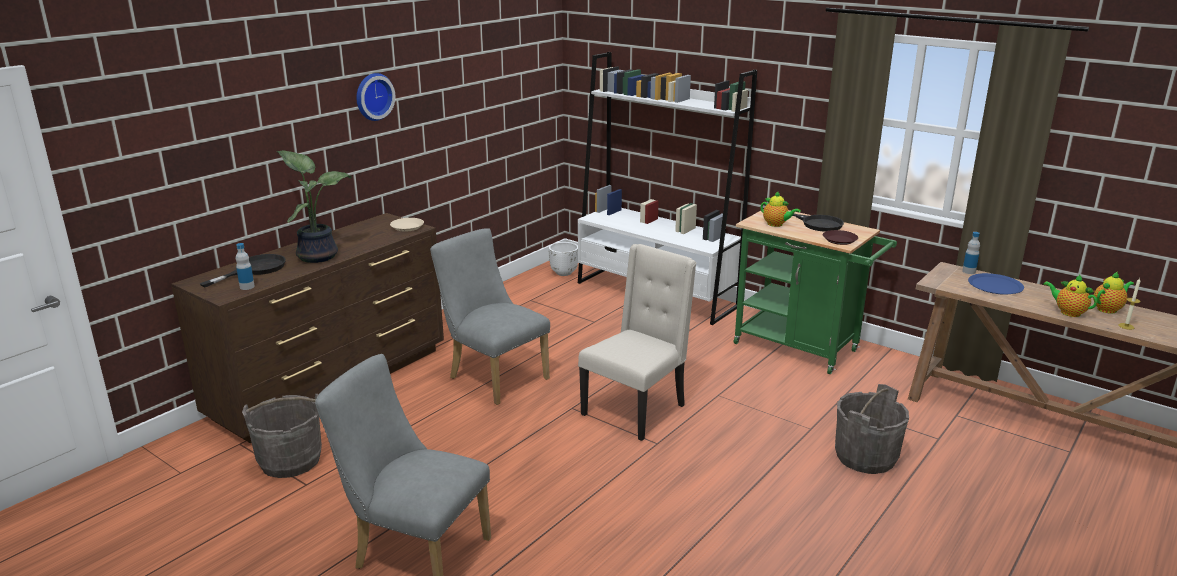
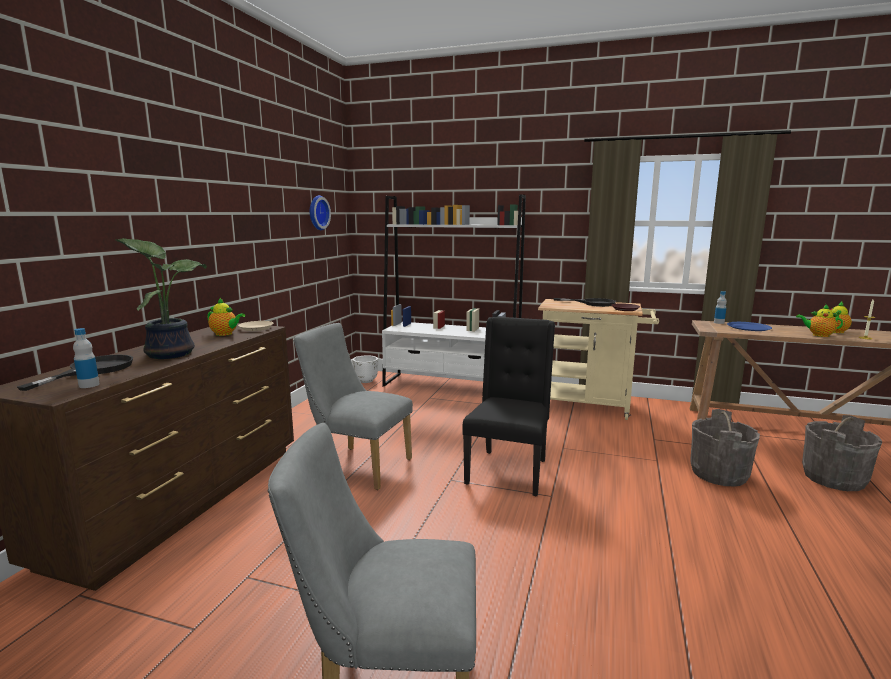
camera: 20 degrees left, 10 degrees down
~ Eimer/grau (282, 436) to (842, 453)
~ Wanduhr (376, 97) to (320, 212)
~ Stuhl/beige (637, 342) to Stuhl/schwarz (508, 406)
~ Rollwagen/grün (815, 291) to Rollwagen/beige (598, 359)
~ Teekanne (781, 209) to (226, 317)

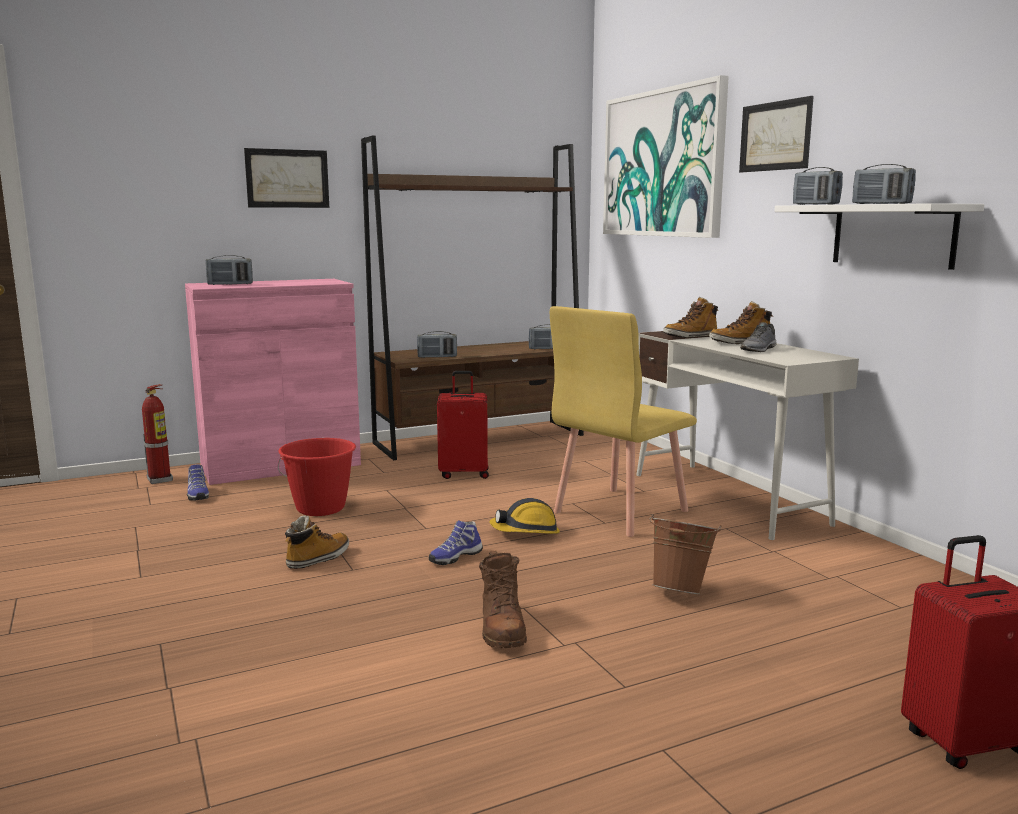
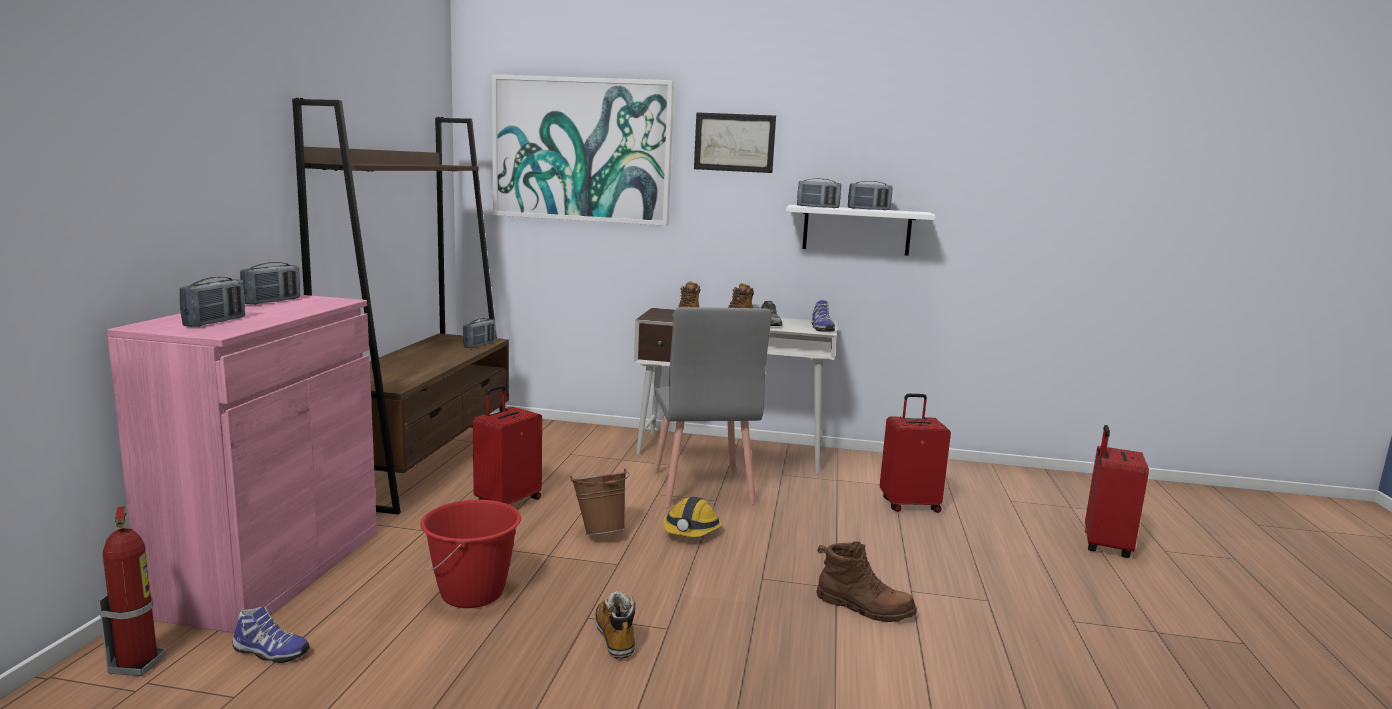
camera: 55 degrees left, 0 degrees up
- Bild (286, 178)
~ Radio (437, 344) to (270, 283)
~ Schuh (456, 542) to (823, 316)
~ Stuhl/gelb (623, 421) to Stuhl/grau (711, 407)
~ Eimer/braun (685, 554) to (600, 501)
+ Koffer/rot (915, 453)

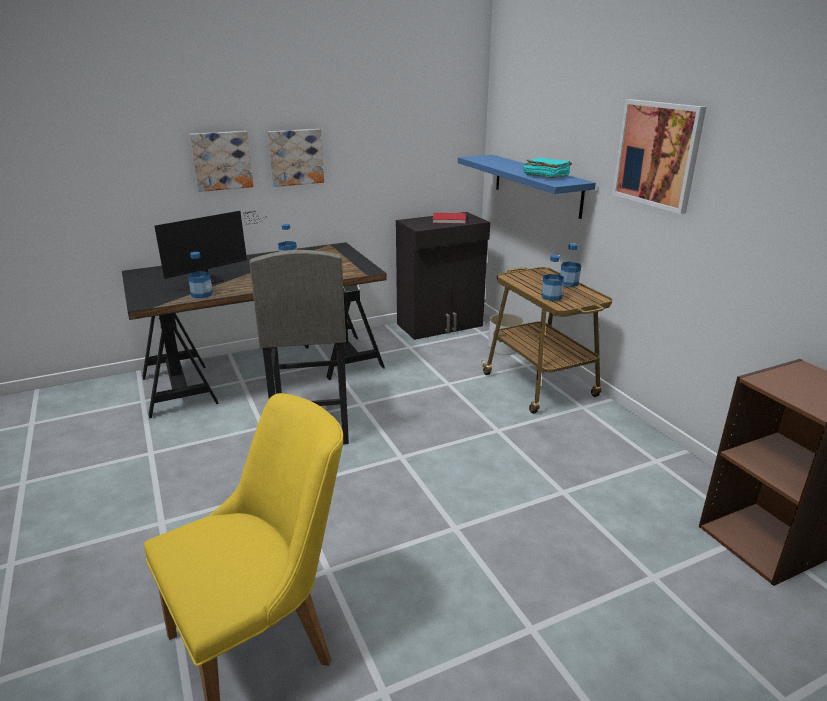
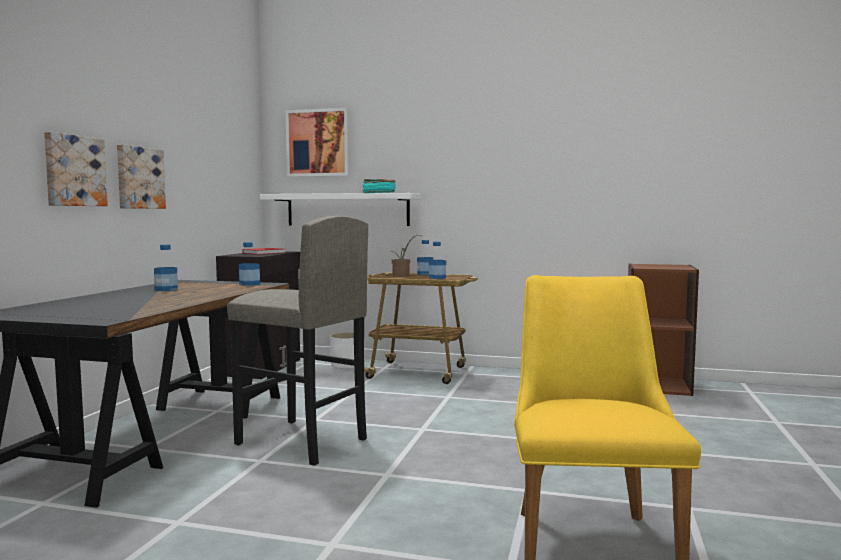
camera: 50 degrees left, 20 degrees down
- Monitor (211, 247)
~ Flasche (200, 275) to (249, 264)
~ Wandregal/blau (527, 187) to Wandregal/weiß (340, 209)
~ Bild (659, 156) to (317, 142)
+ Topfpflanze (406, 256)

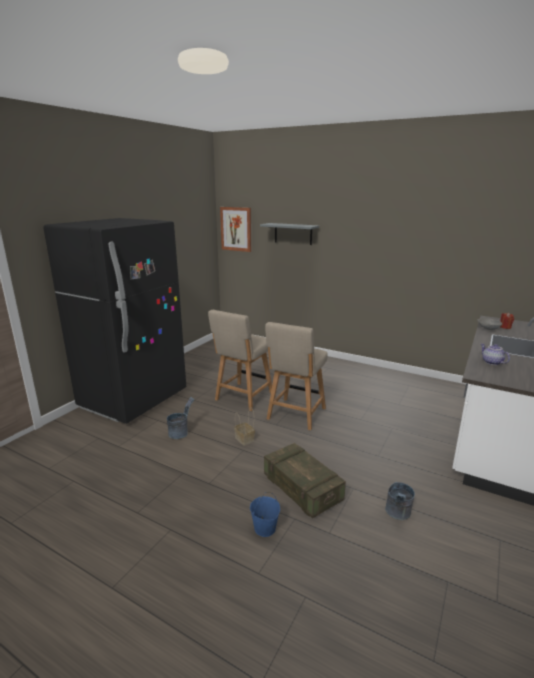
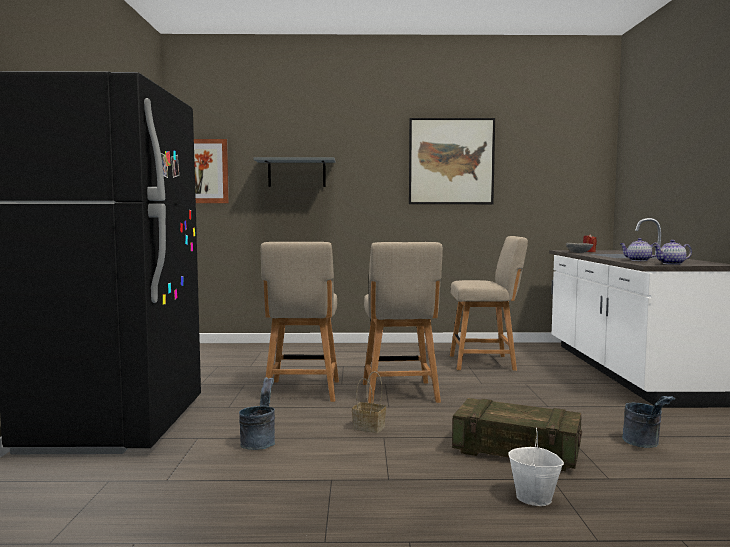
camera: 30 degrees left, 15 degrees down
~ Eimer/blau (265, 514) to Eimer/weiß (536, 467)
+ Bild (452, 161)
+ Stuhl/beige (489, 303)
+ Teekanne (672, 252)

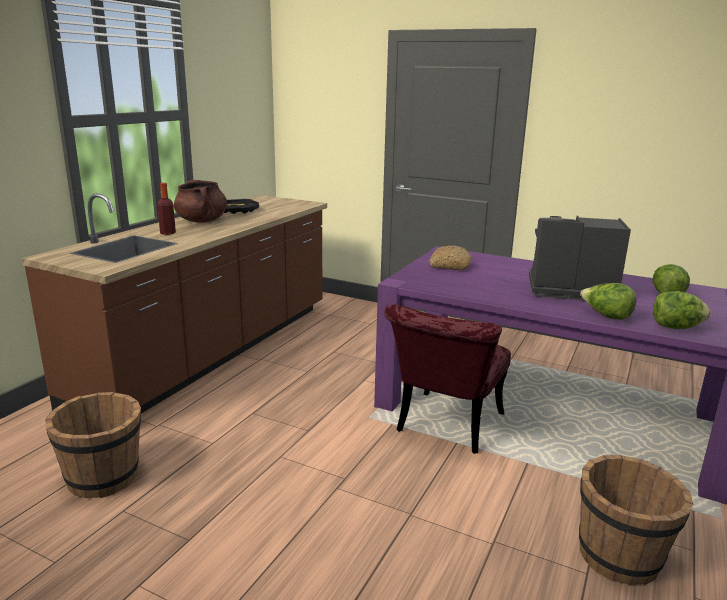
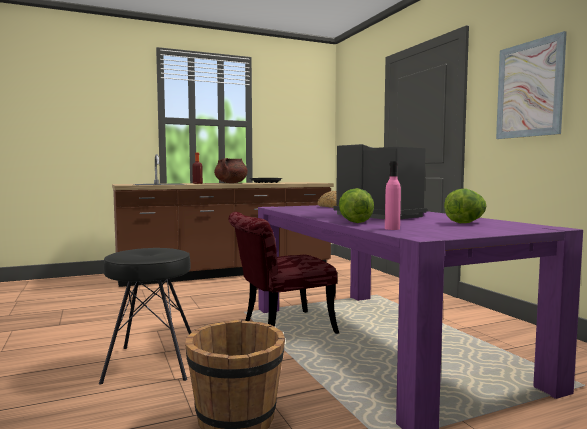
camera: 40 degrees right, 15 degrees down
- Eimer/braun (93, 445)
~ Salatkopf (682, 310) to Flasche/rosa (393, 195)
+ Hocker/schwarz (145, 316)
+ Bild (531, 85)

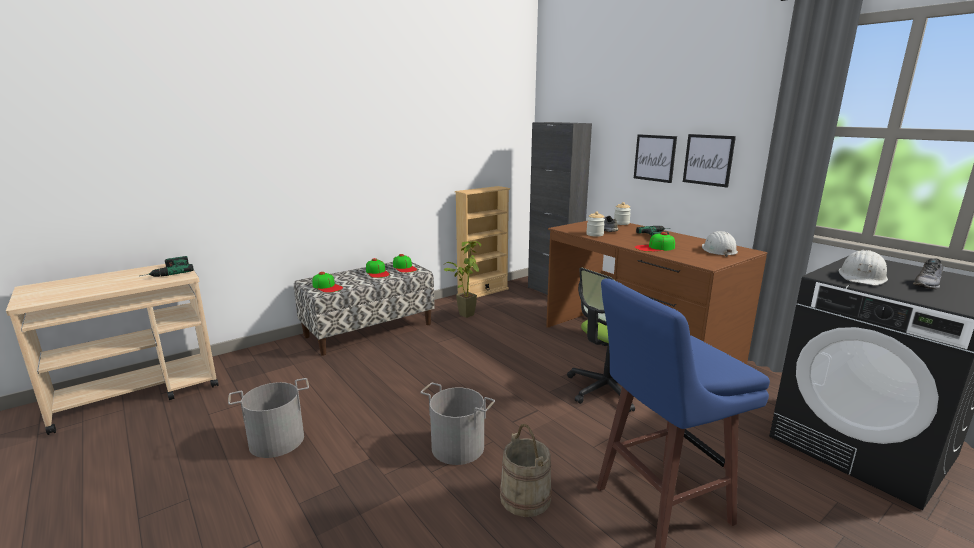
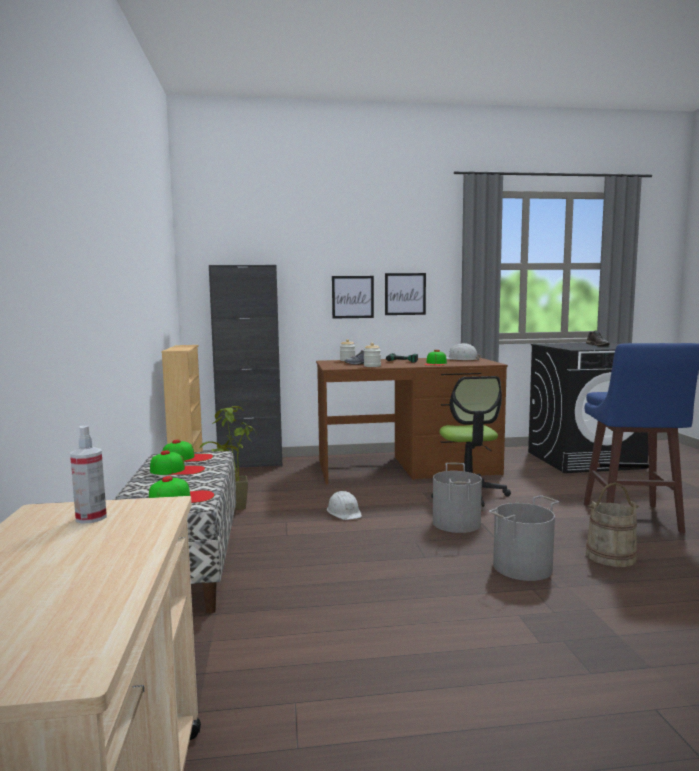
camera: 60 degrees left, 10 degrees down
~ Bohrmaschine (167, 266) to Sprühflasche (88, 475)
~ Eimer/grau (268, 418) to (457, 498)
~ Schutzhelm/weiß (863, 267) to (344, 505)

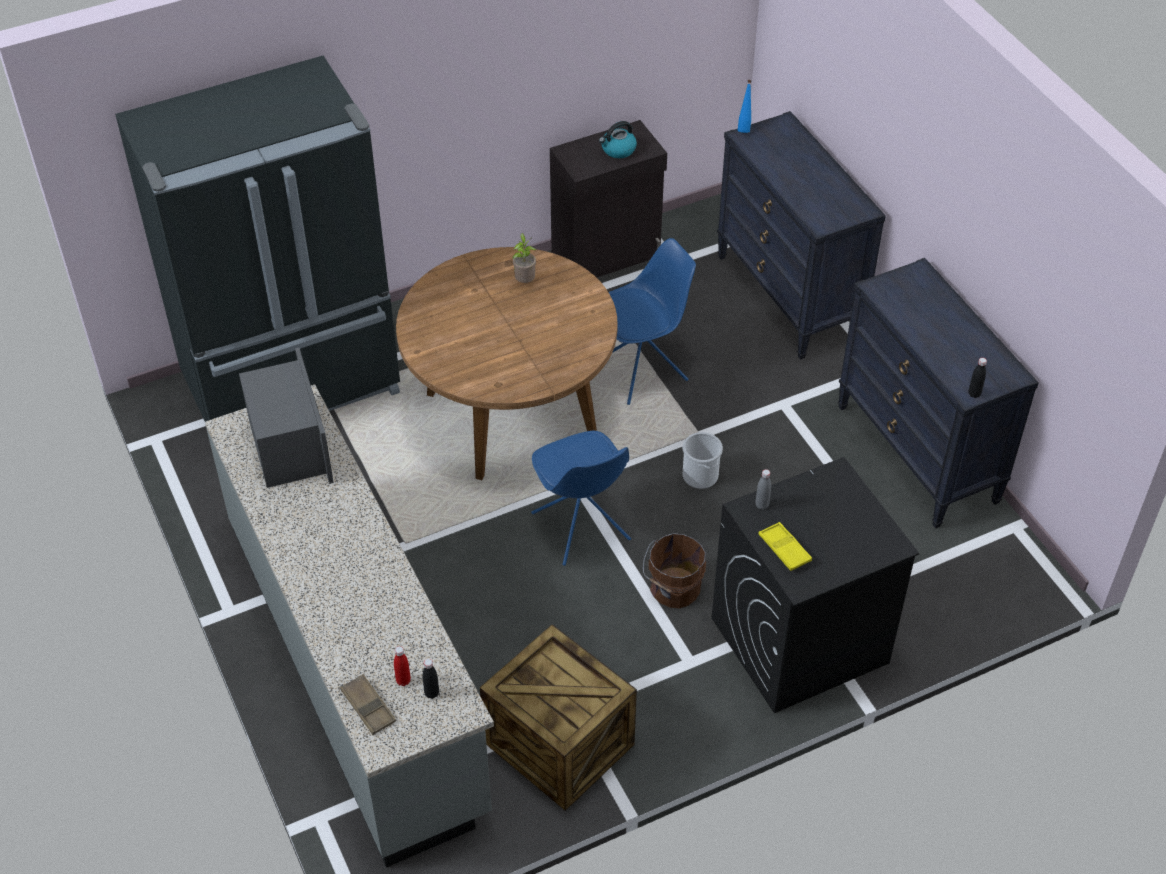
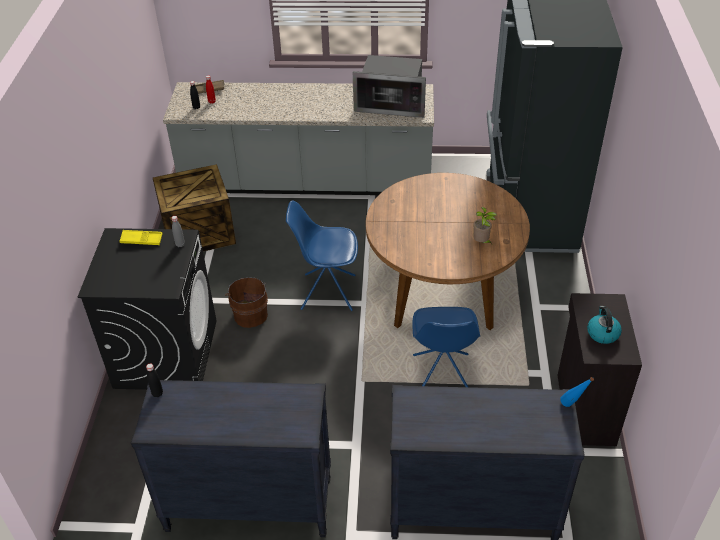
camera: 120 degrees right, 5 degrees down
- Eimer (703, 460)

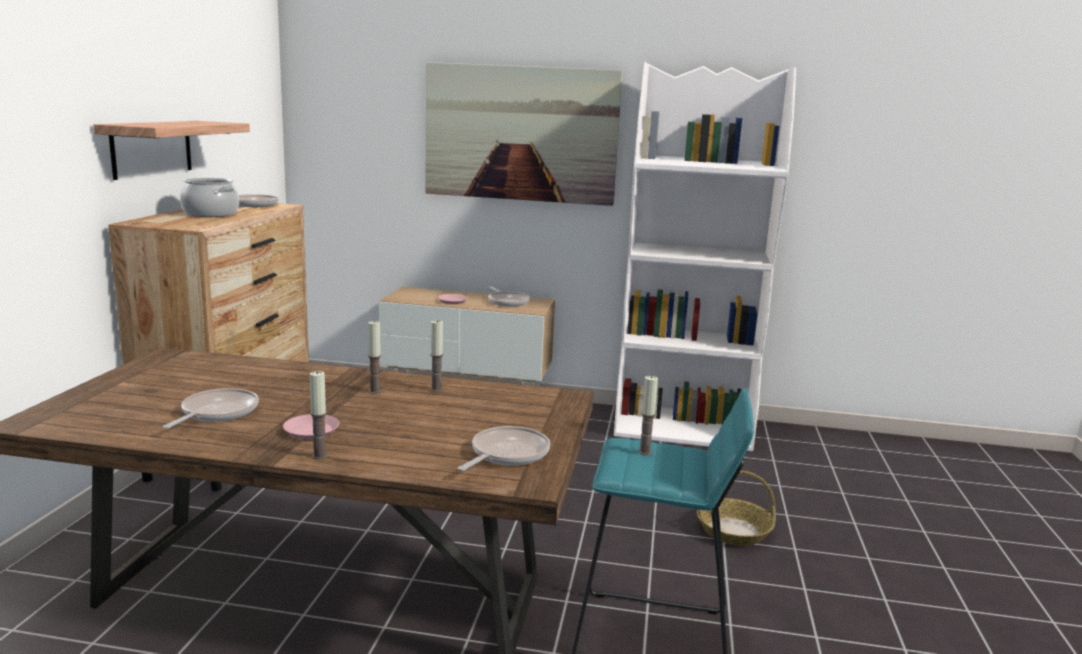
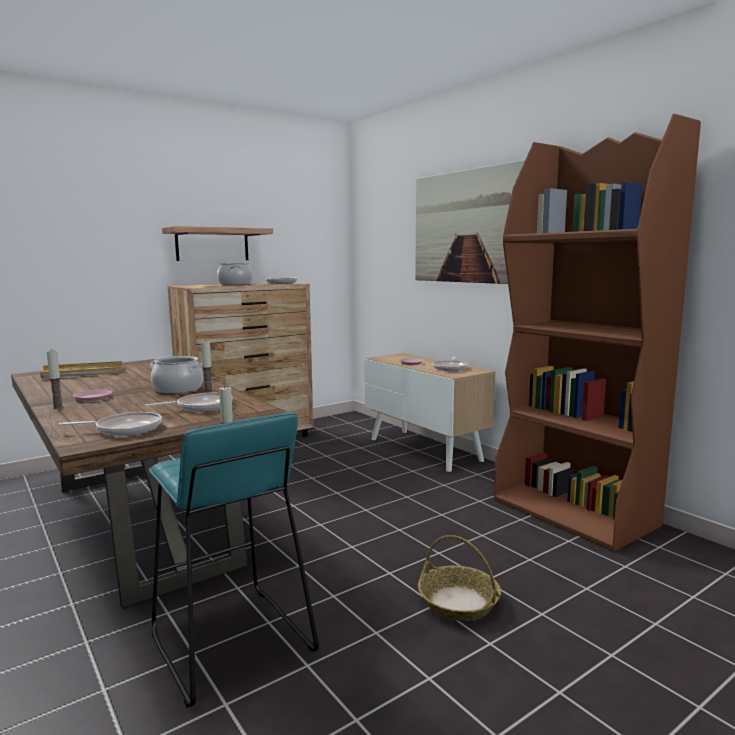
camera: 45 degrees right, 5 degrees down
~ Pfanne (211, 408) to (189, 402)
~ Kerze (374, 357) to Kochtopf (176, 375)
~ Bücherregal/weiß (705, 257) to Bücherregal/braun (597, 333)
+ Tablett/beige (82, 369)

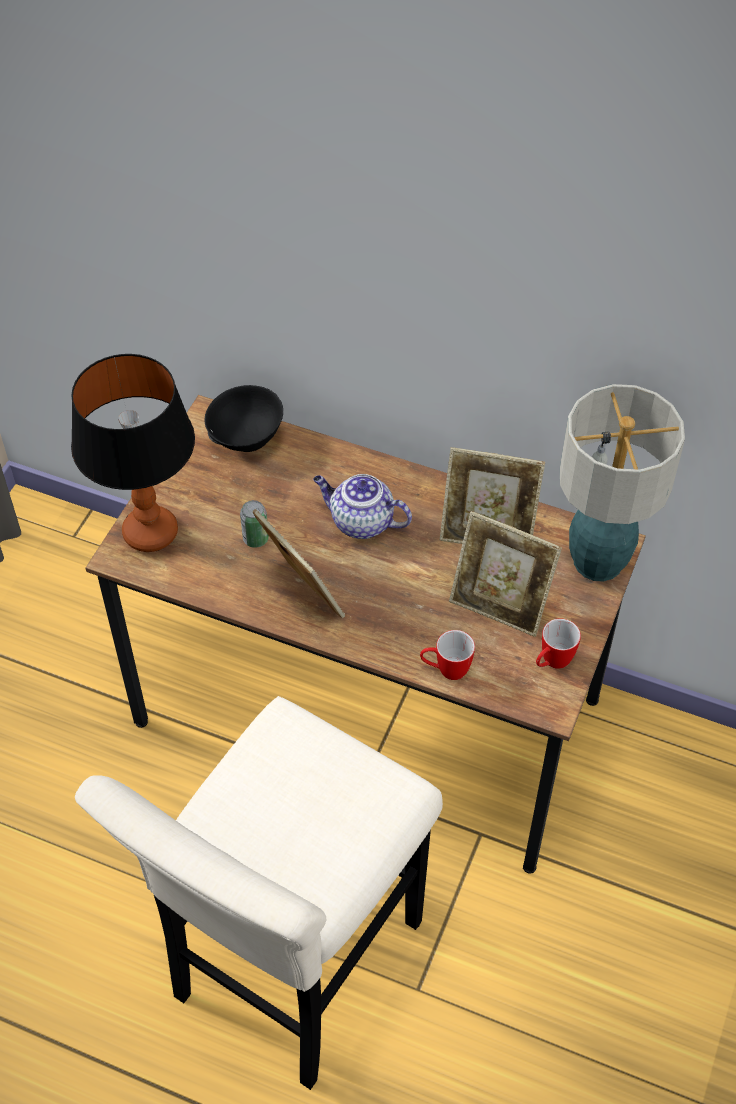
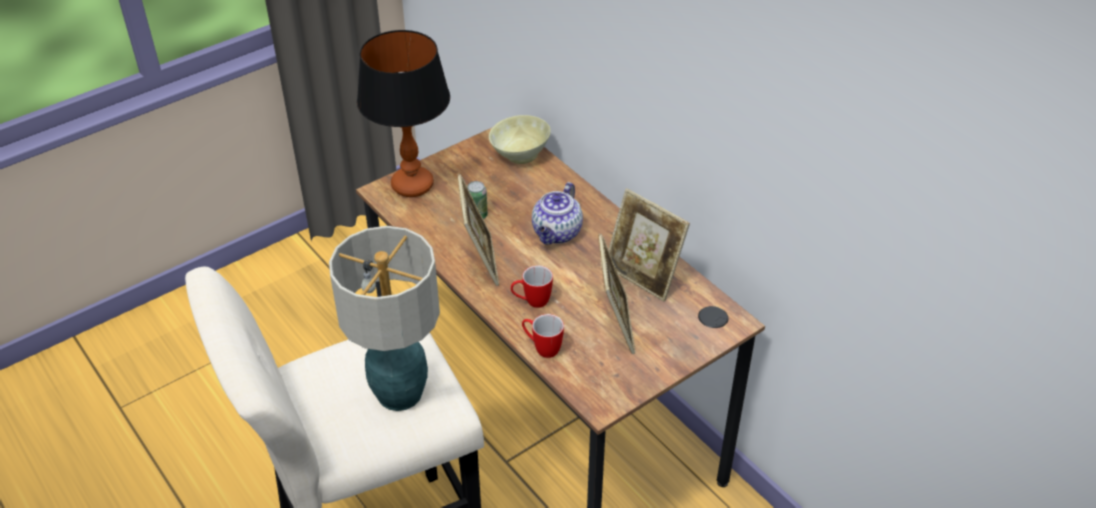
camera: 30 degrees right, 10 degrees down
~ Schüssel/schwarz (243, 418) to Schüssel/beige (520, 139)
~ Teekanne (362, 506) = (557, 213) 120 degrees counterclockwise
~ Bilderrahmen (505, 574) = (616, 293) 150 degrees counterclockwise
~ Henkelbecher (558, 644) to (532, 286)
~ Tischlampe (622, 483) to (384, 318)

